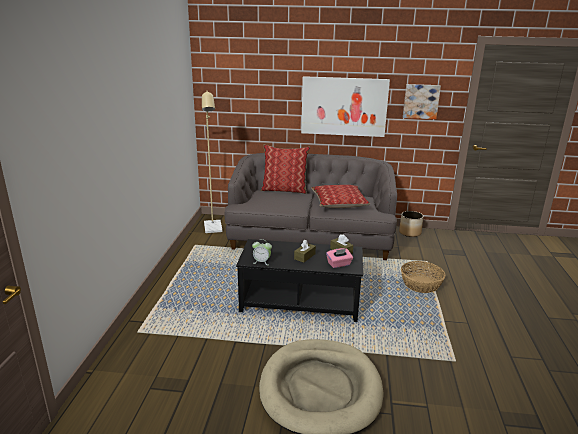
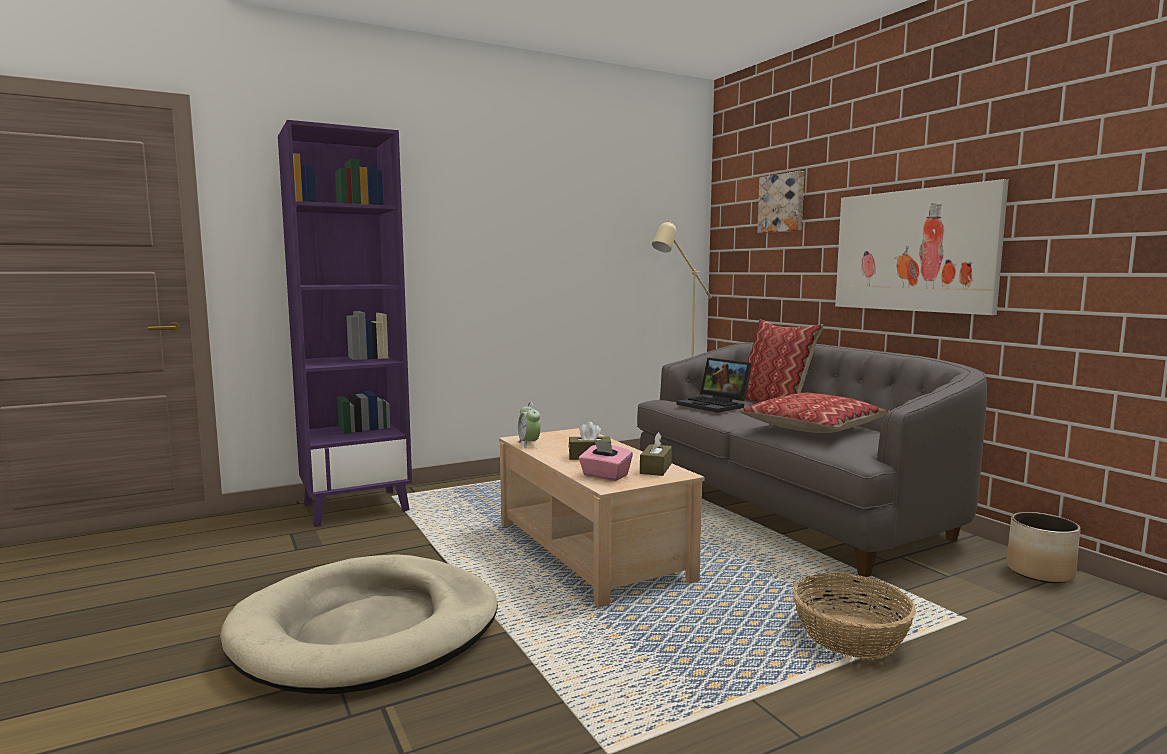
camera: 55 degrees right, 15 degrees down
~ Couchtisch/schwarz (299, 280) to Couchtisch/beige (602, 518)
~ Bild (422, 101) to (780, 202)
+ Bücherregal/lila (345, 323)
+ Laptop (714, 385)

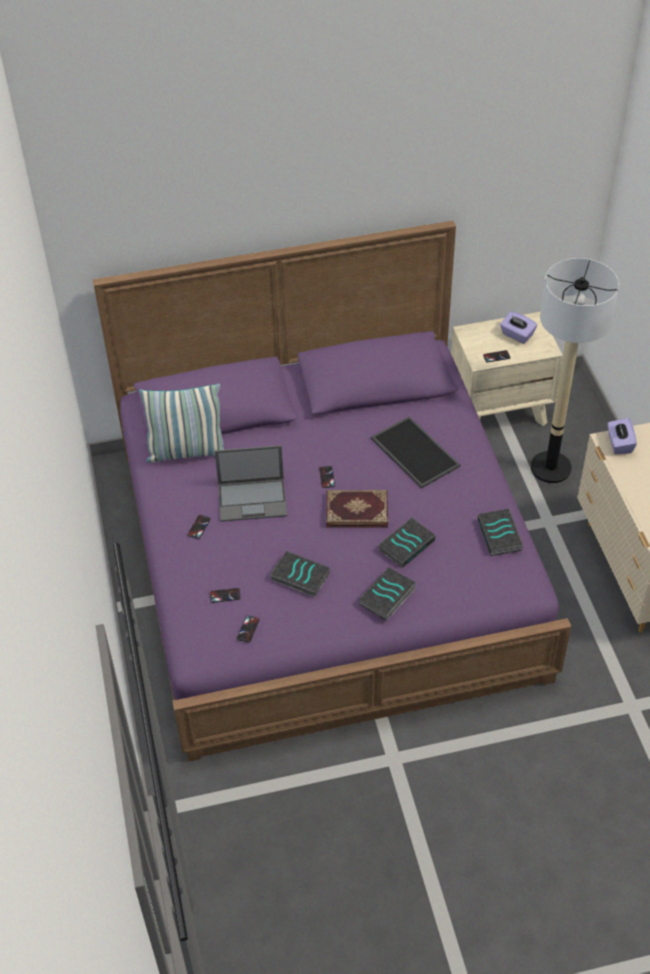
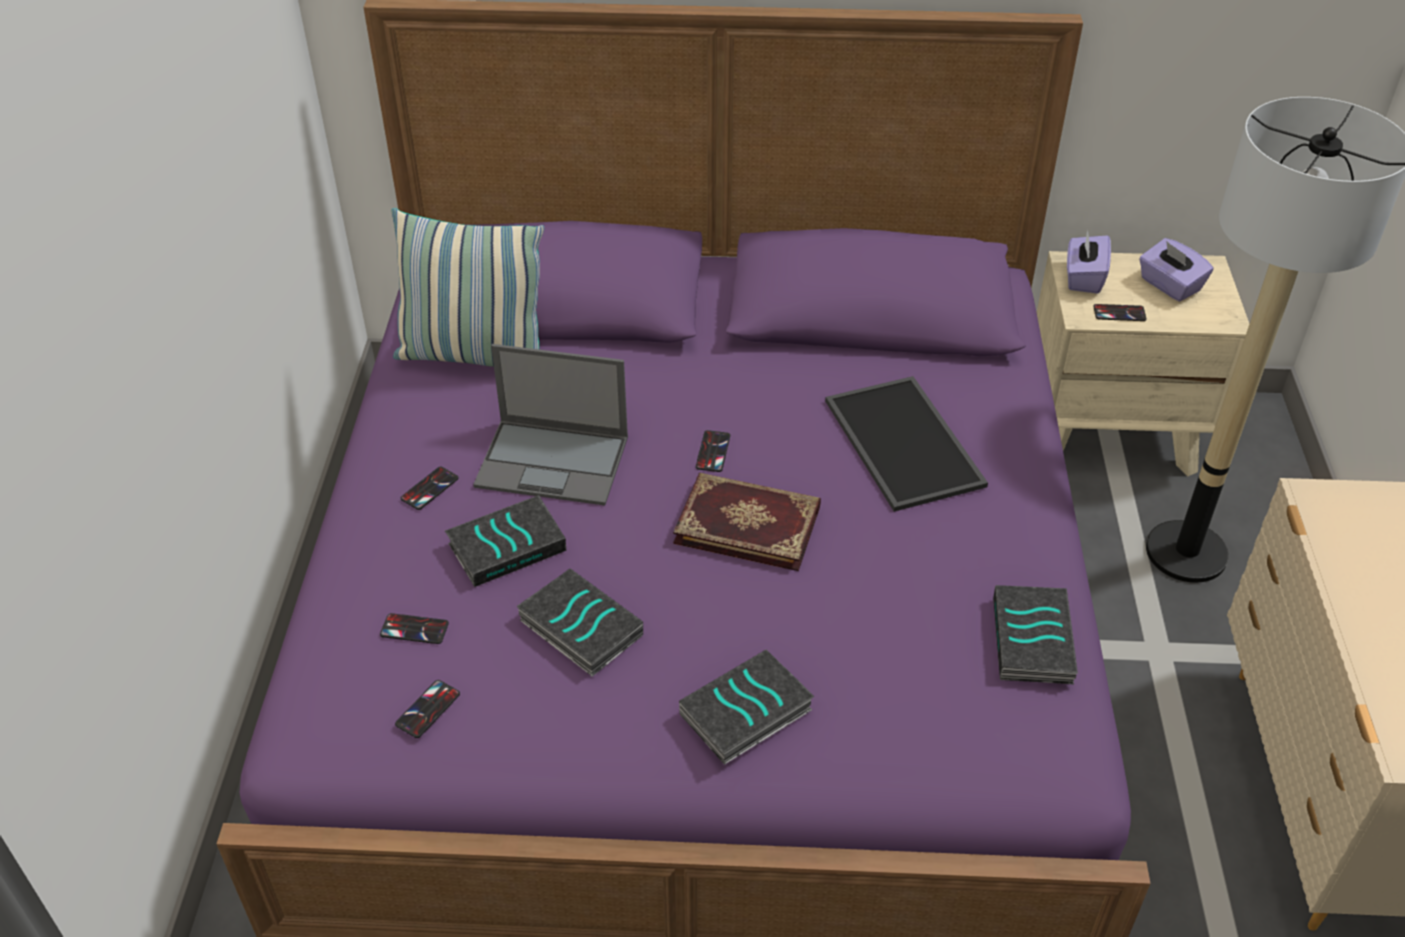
camera: 15 degrees right, 5 degrees down
~ Buch (407, 542) to (505, 541)
~ Taschentuchbox/lila (622, 436) to (1089, 262)

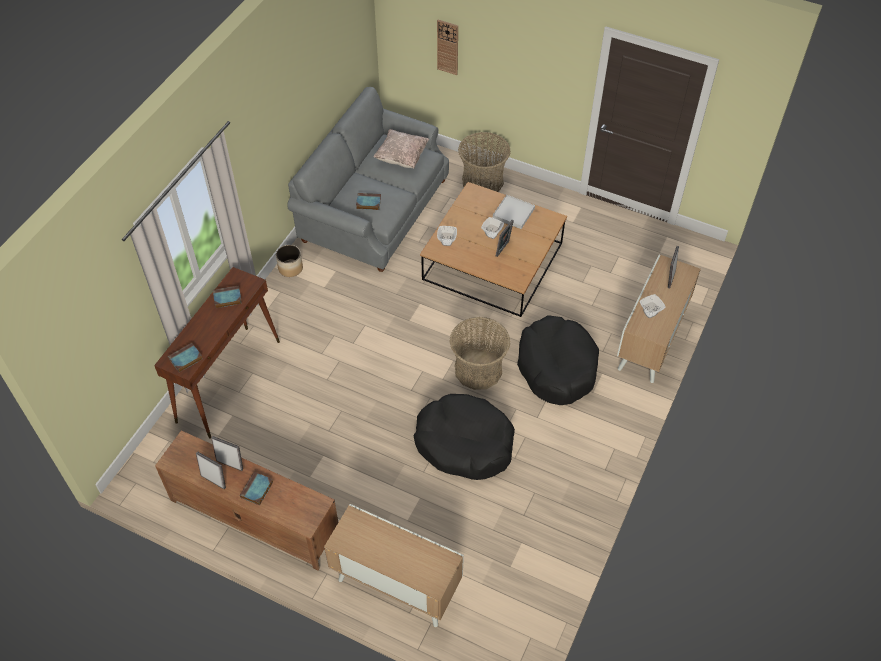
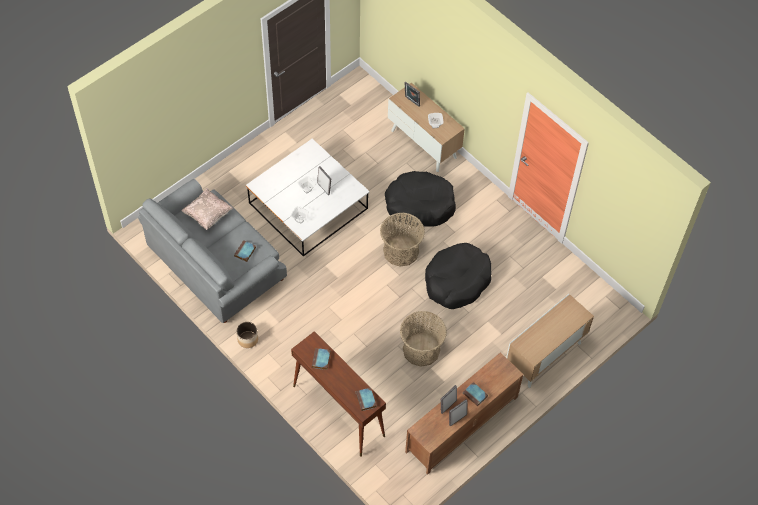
camera: 70 degrees left, 5 degrees up
~ Couchtisch/braun (493, 249) to Couchtisch/weiß (308, 197)
- Wanduhr (447, 47)
~ Korb (484, 162) to (423, 339)
- Tablett/weiß (514, 212)

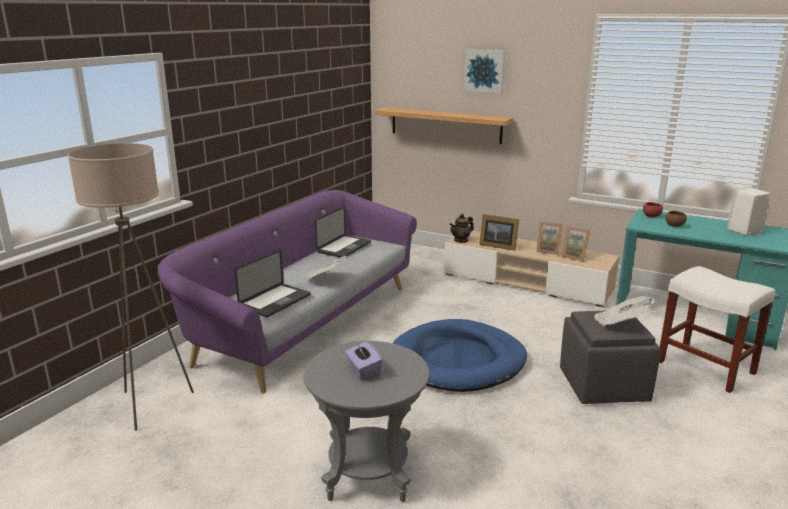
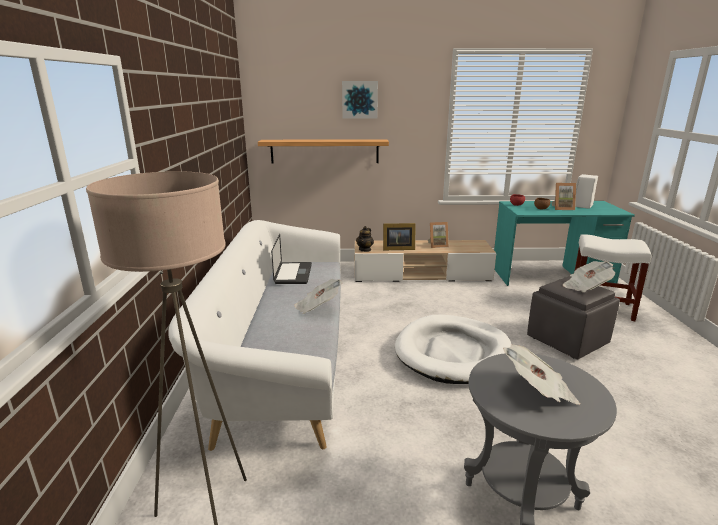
camera: 30 degrees left, 0 degrees up
~ Sofa/lila (287, 291) to Sofa/weiß (254, 335)
- Laptop (273, 283)
~ Taschentuchbox/lila (363, 361) to Zeitung (541, 375)
~ Hundebett/blau (460, 355) to Hundebett/weiß (453, 349)
~ Bilderrahmen (575, 243) to (563, 196)

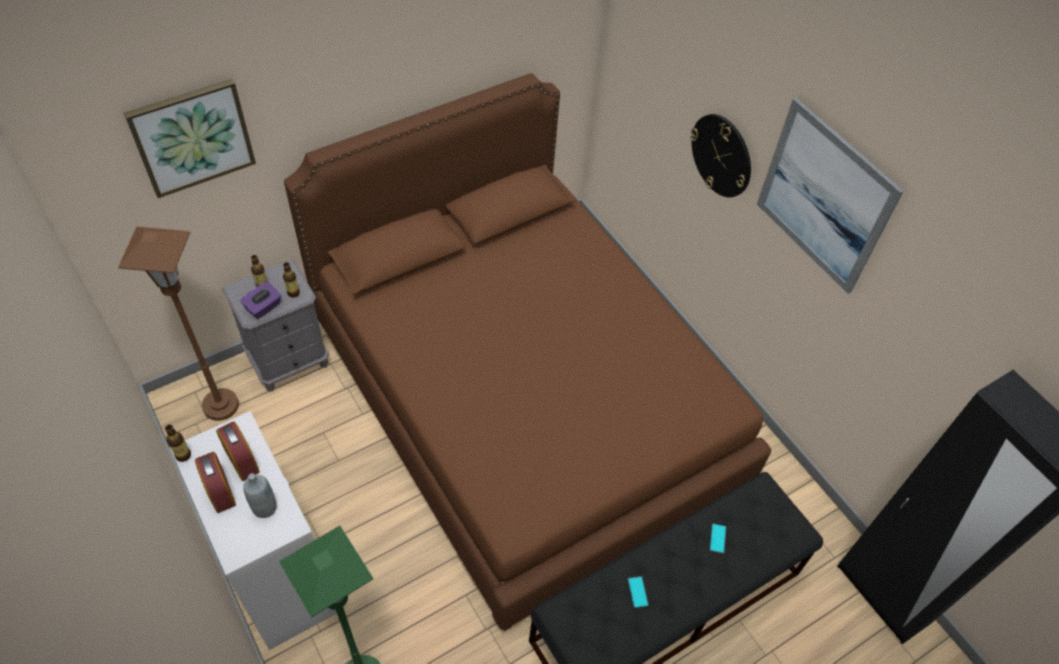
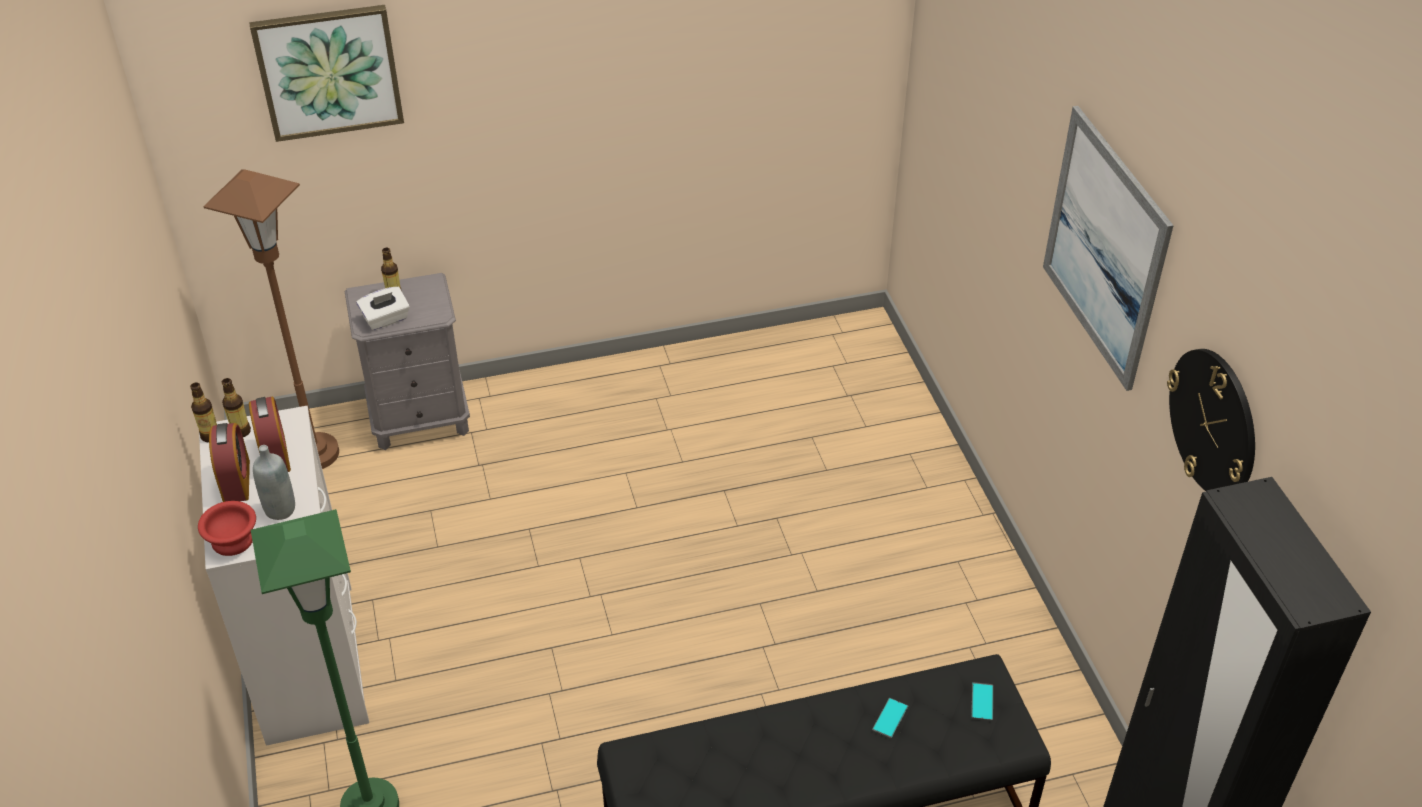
camera: 20 degrees right, 10 degrees down
~ Taschentuchbox/lila (260, 300) to Taschentuchbox/weiß (383, 308)
~ Flasche (291, 280) to (236, 407)
- Bett/braun (527, 352)
~ Handy (638, 592) to (982, 701)
~ Wanduhr (720, 156) to (1211, 420)
+ Schüssel/rot (227, 528)

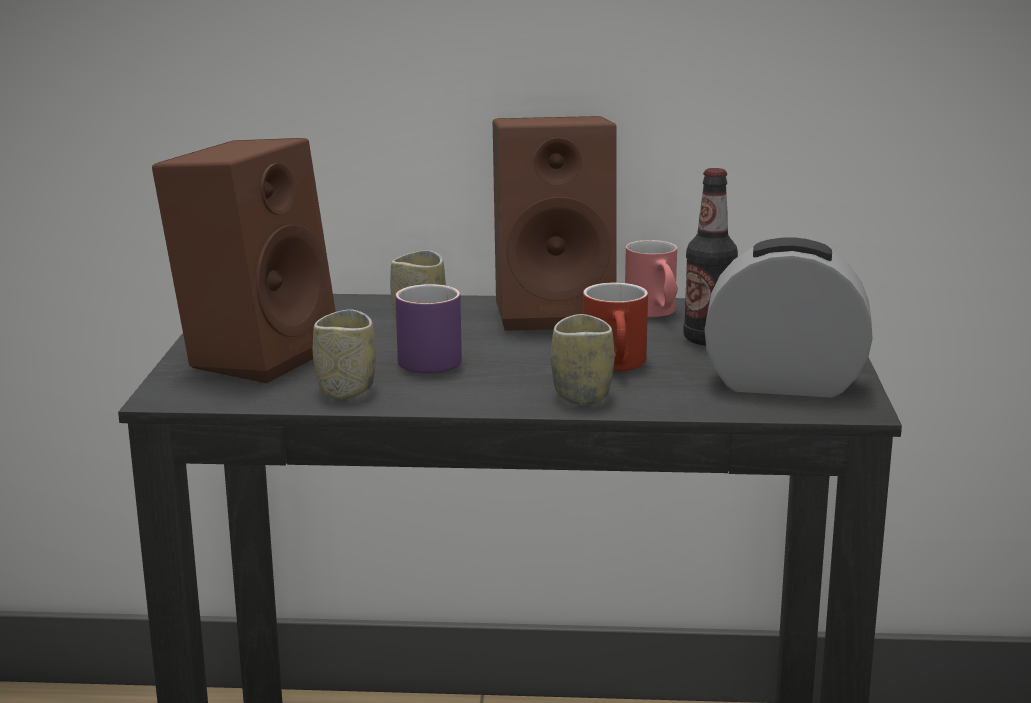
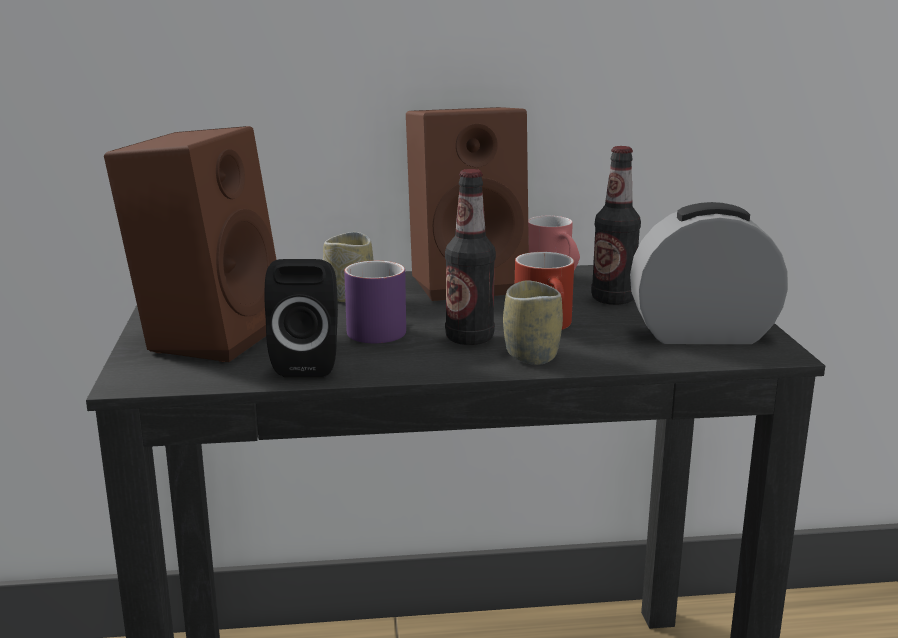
camera: 10 degrees left, 0 degrees up
~ Tasse (344, 354) to Lautsprecher/schwarz (301, 318)
+ Flasche (470, 257)

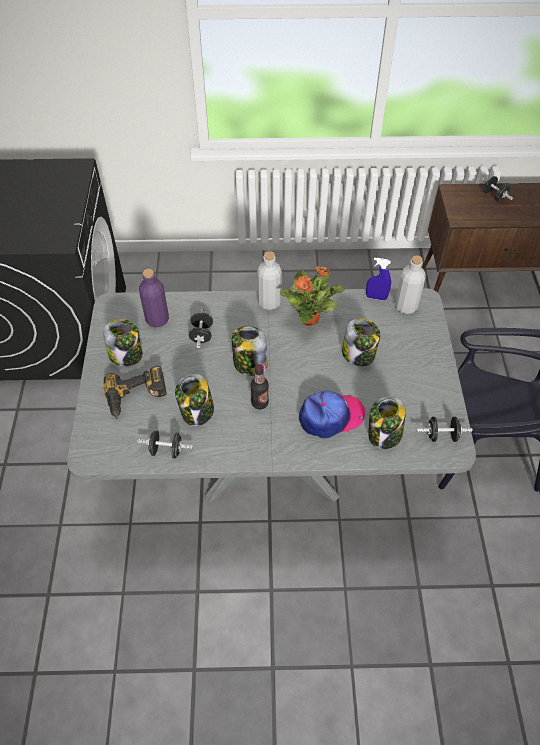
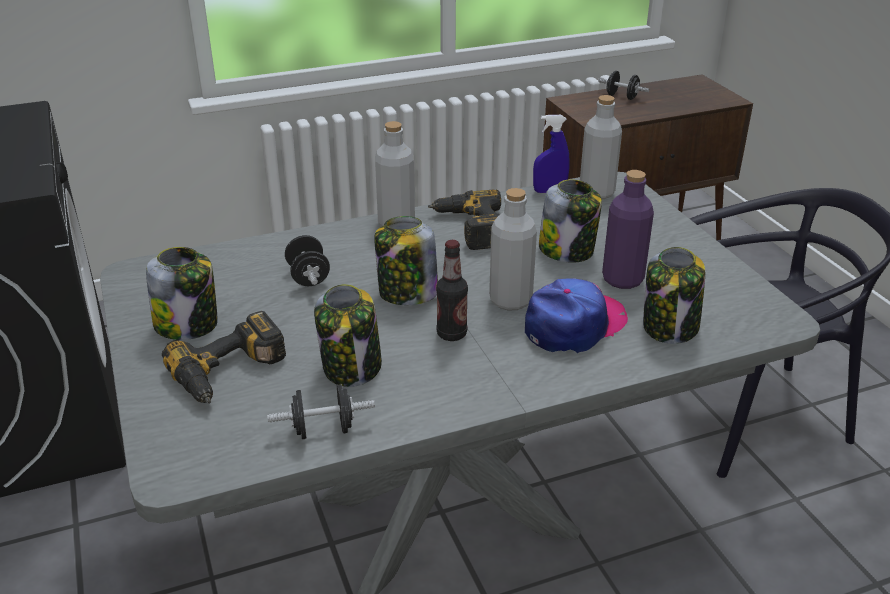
camera: 20 degrees left, 20 degrees down
~ Flasche/lila (154, 298) to (628, 229)
~ Topfpflanze (312, 296) to Bohrmaschine (464, 219)
- Hantel/schwarz (444, 429)
+ Flasche/grau (513, 249)

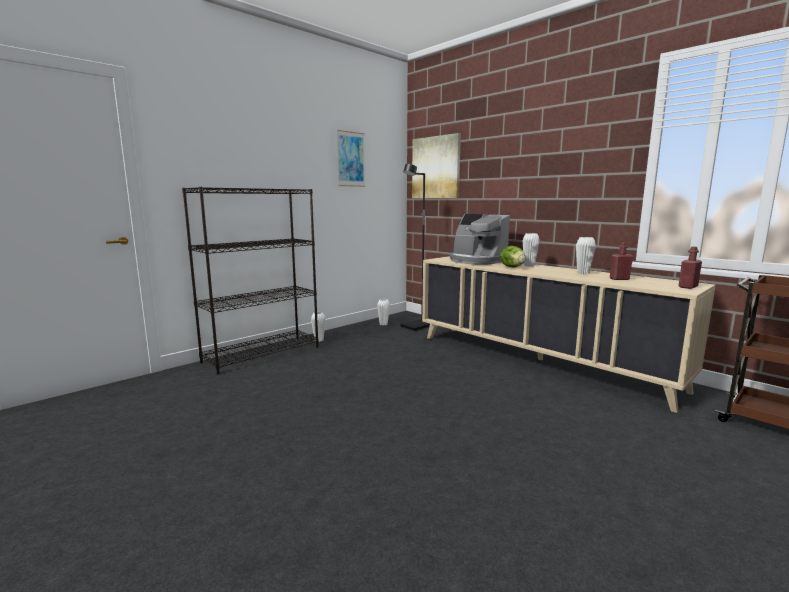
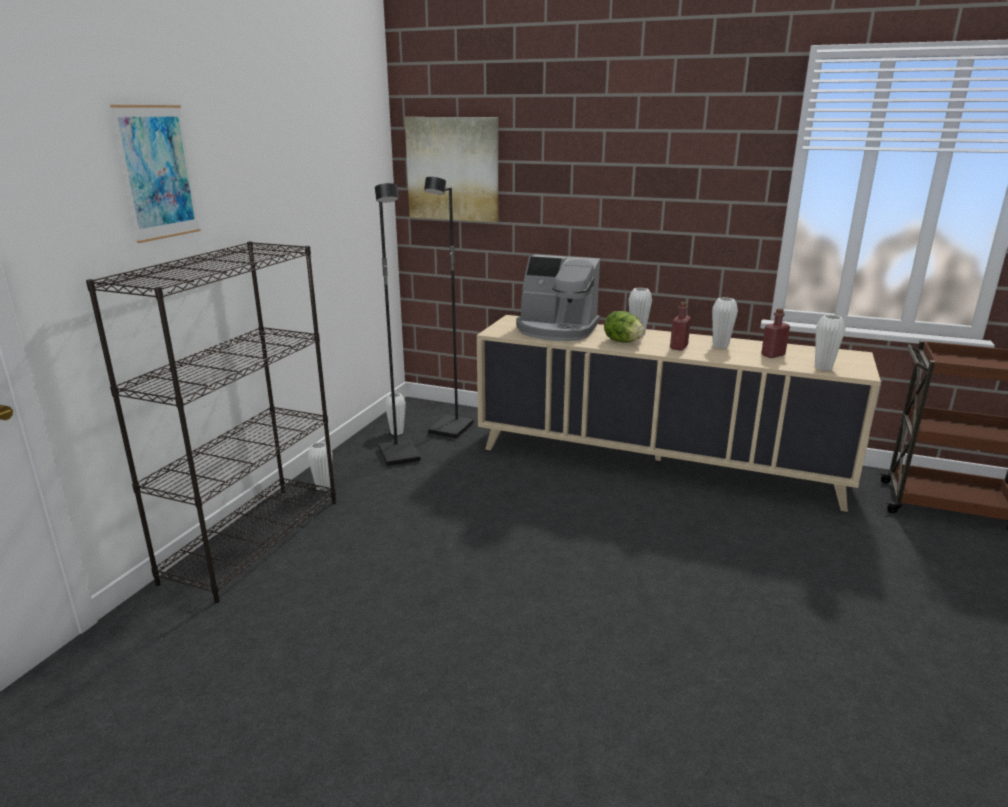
camera: 25 degrees left, 10 degrees up
~ Bild (350, 158) to (155, 174)
~ Flasche/rot (690, 268) to (680, 326)
+ Stehlampe/schwarz (398, 325)
+ Vase/weiß (830, 343)

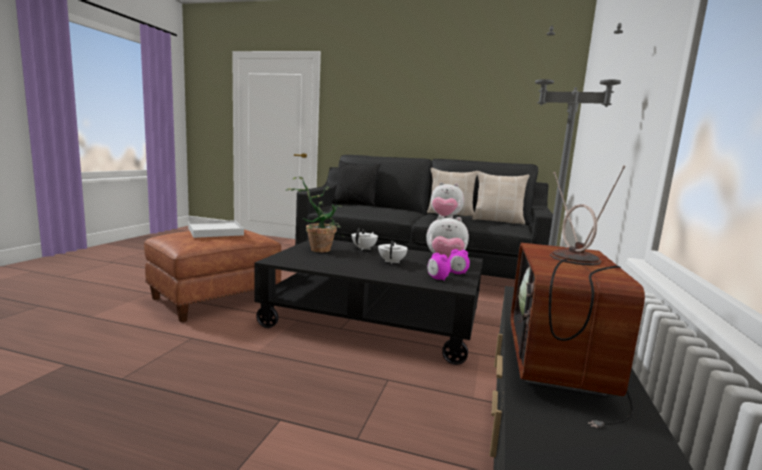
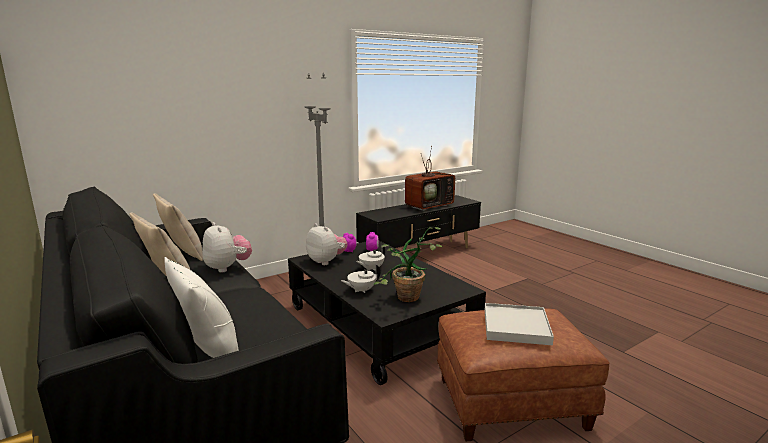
camera: 140 degrees left, 5 degrees up
~ Kissen/schwarz (356, 183) to Kissen/weiß (202, 307)

